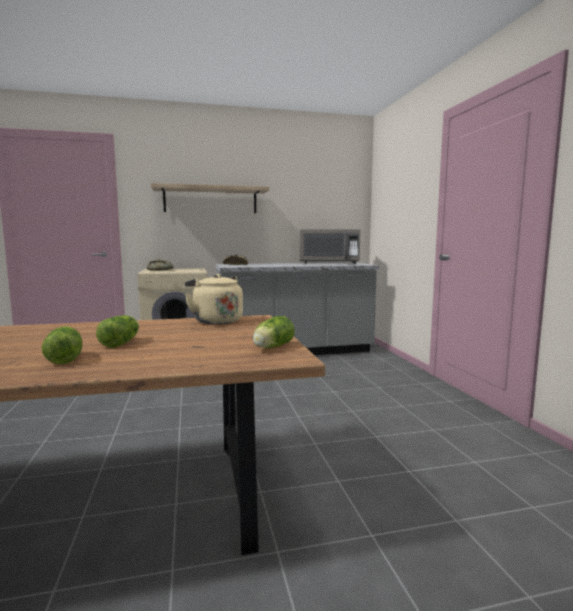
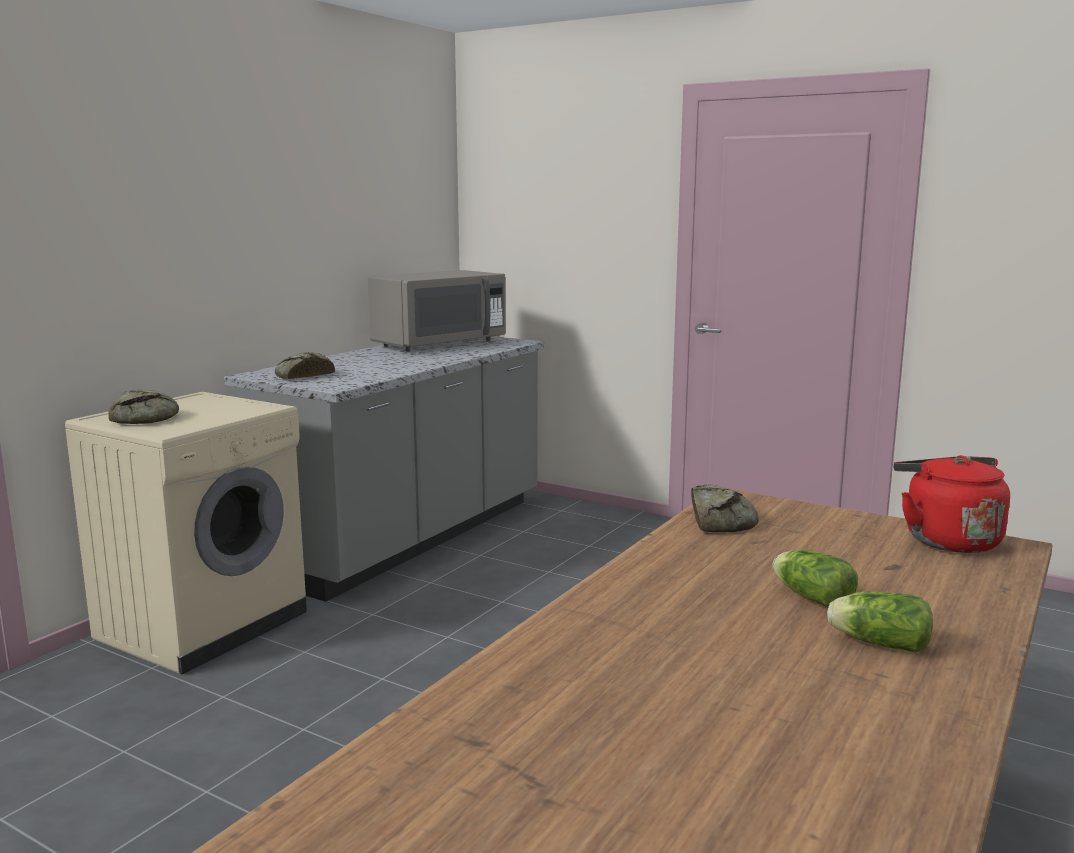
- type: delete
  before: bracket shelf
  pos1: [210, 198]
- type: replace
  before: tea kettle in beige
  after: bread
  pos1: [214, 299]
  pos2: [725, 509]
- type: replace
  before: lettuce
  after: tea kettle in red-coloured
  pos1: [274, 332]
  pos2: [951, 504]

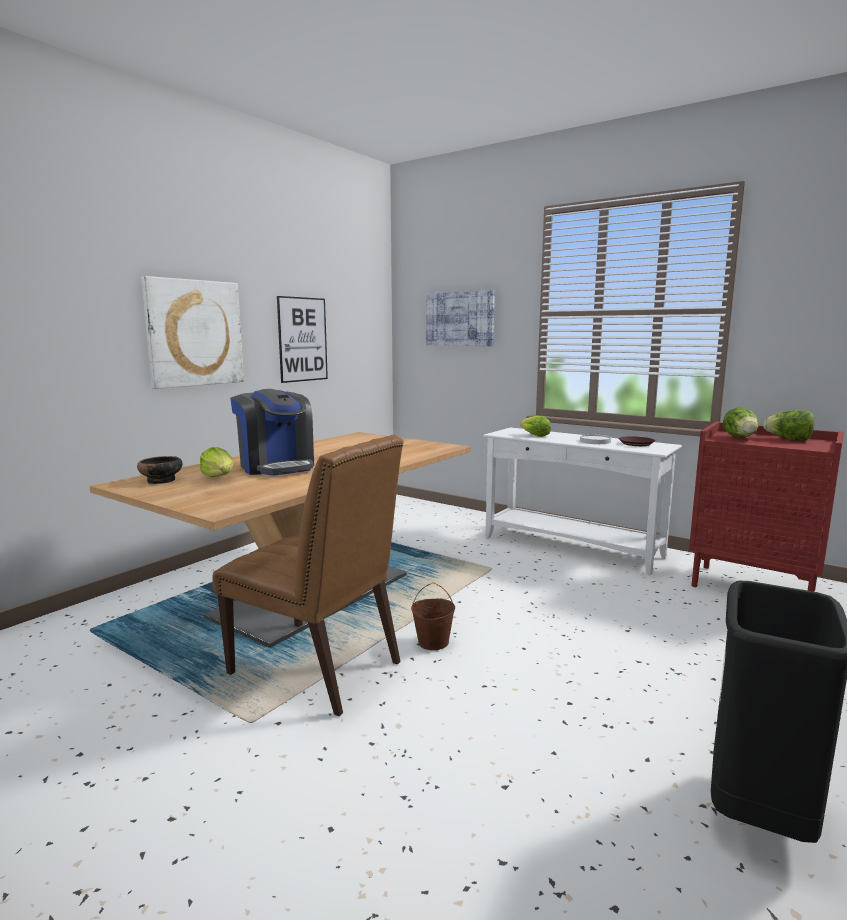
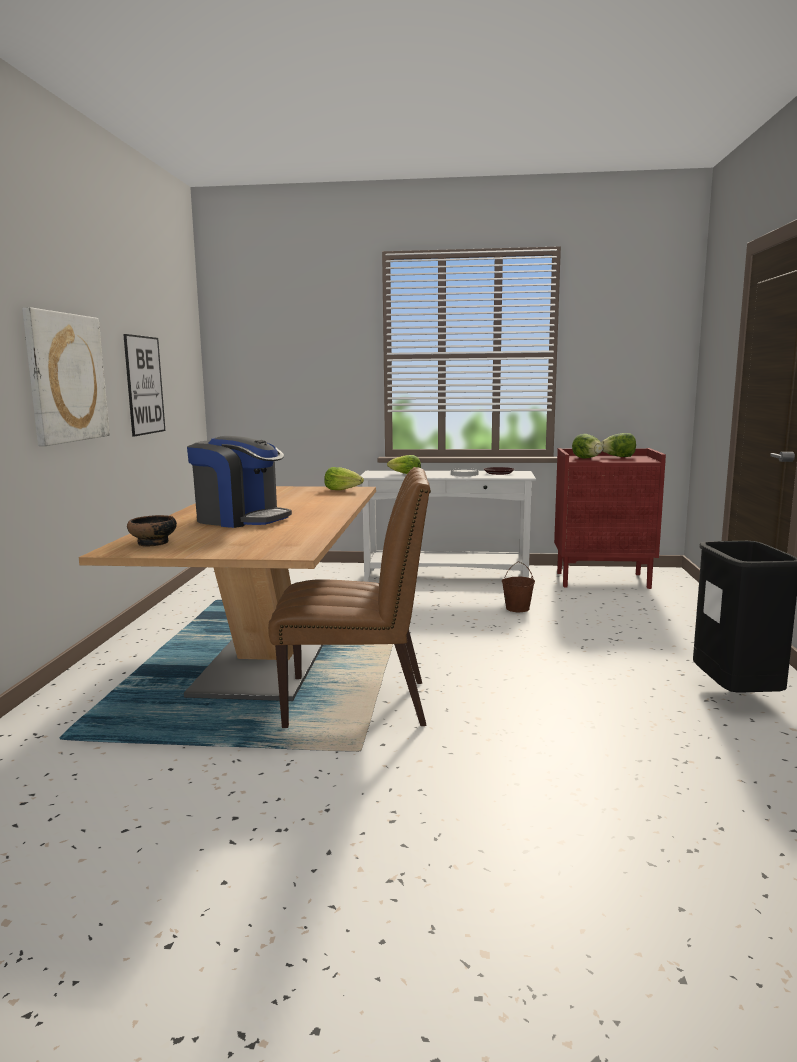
- type: delete
  before: picture
  pos1: [460, 318]
- type: move
  before: lettuce
  pos1: [217, 462]
  pos2: [344, 478]
- type: move
  before: bucket in brown-coloured
  pos1: [433, 616]
  pos2: [518, 586]

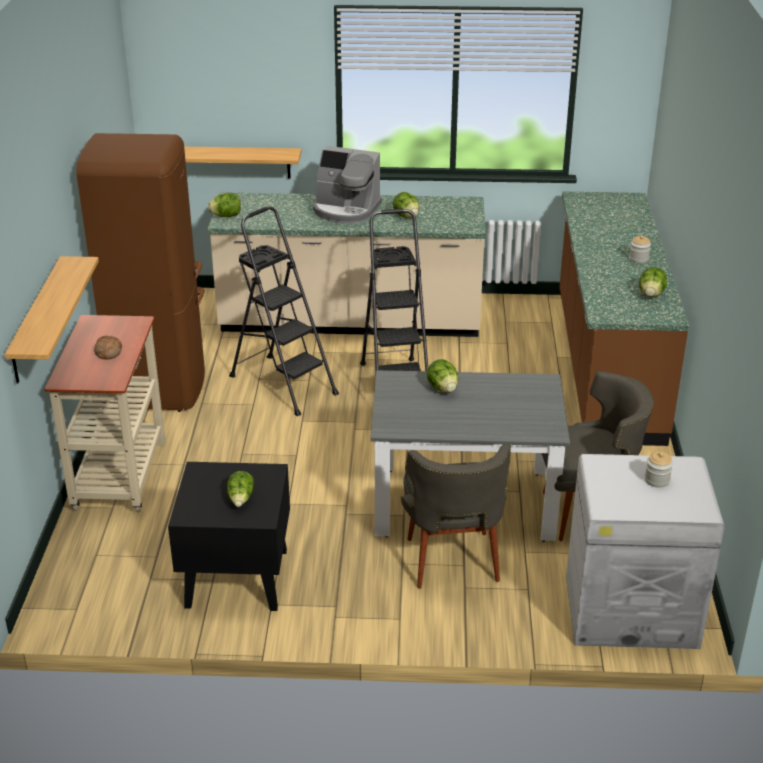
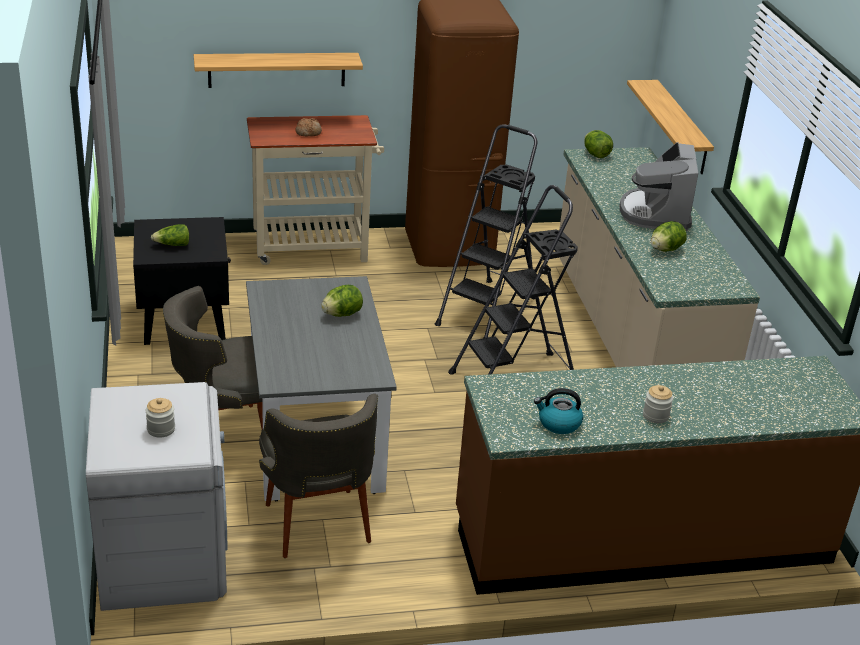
- type: replace
  before: lettuce
  after: tea kettle
  pos1: [653, 282]
  pos2: [558, 411]

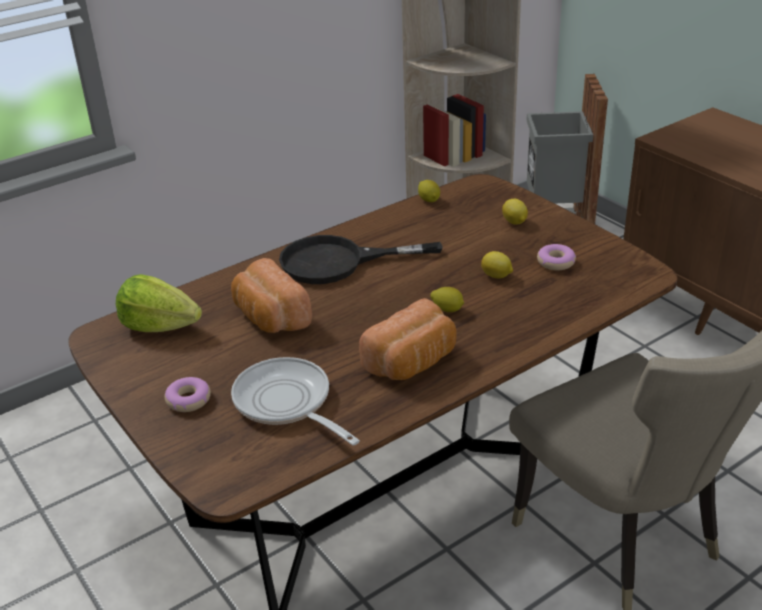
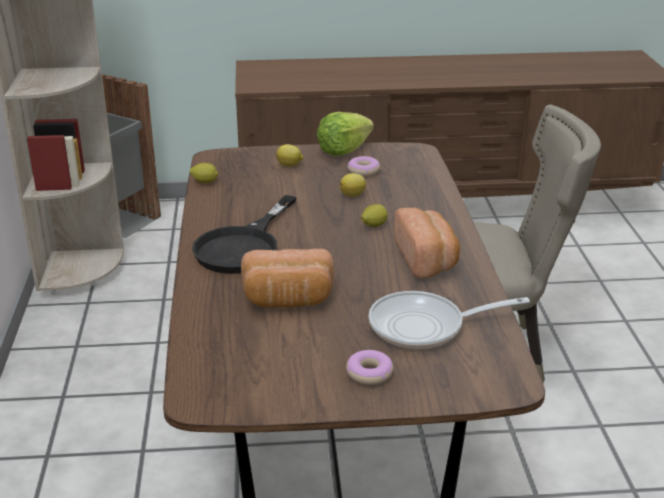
- type: move
  before: lettuce
  pos1: [159, 303]
  pos2: [345, 134]

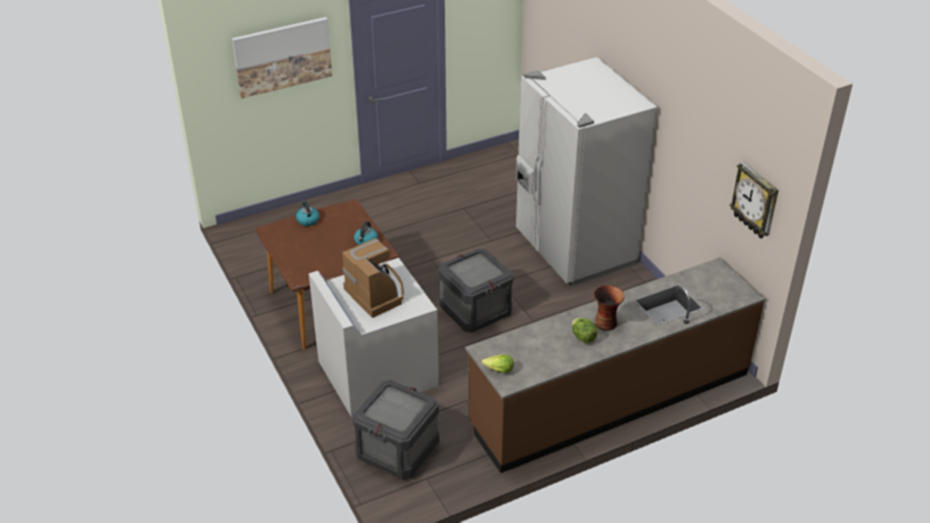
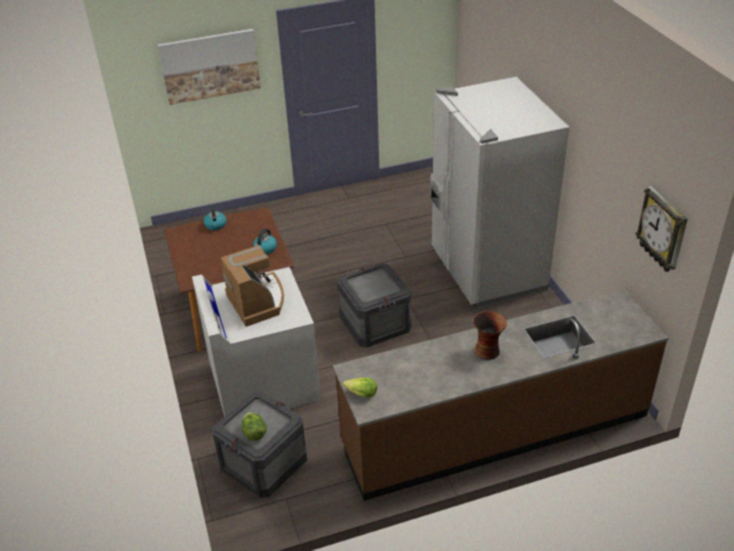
- type: move
  before: lettuce
  pos1: [585, 330]
  pos2: [254, 426]

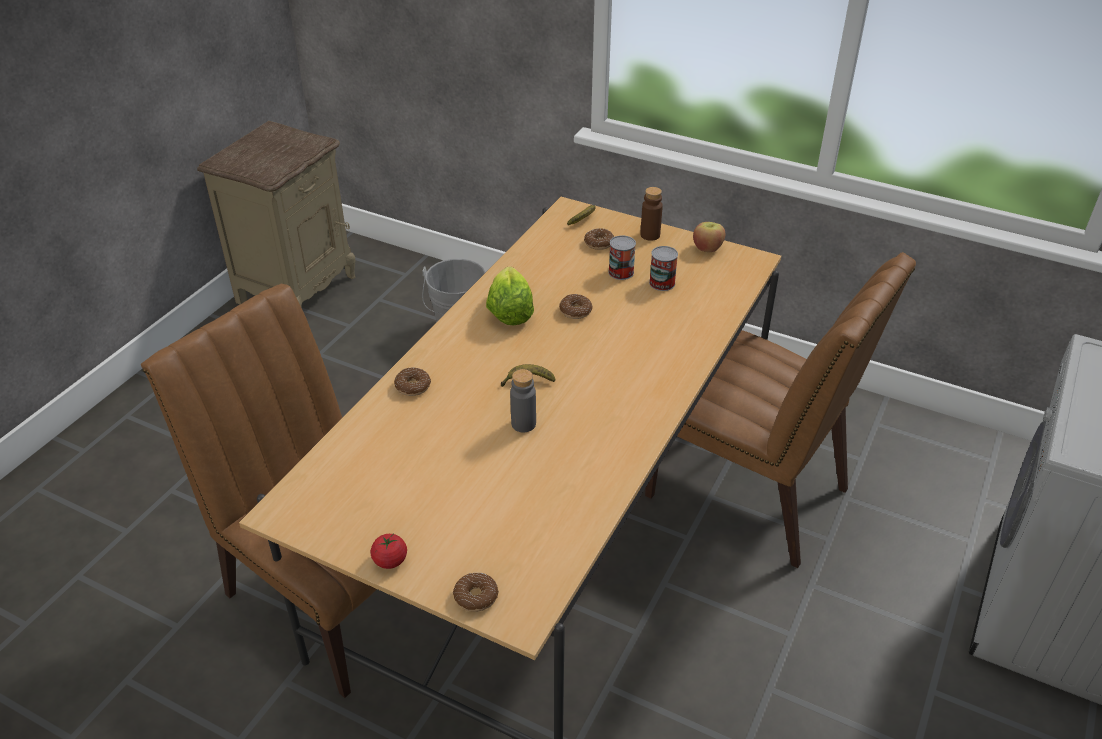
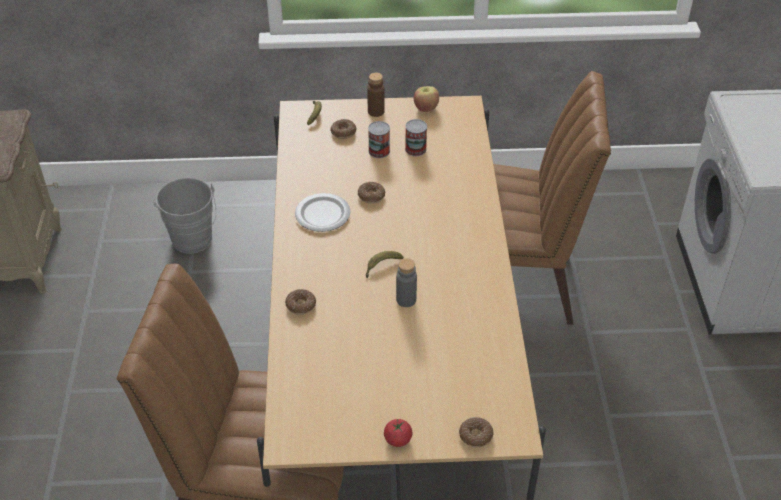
- type: replace
  before: lettuce
  after: flat dish
  pos1: [510, 296]
  pos2: [323, 212]

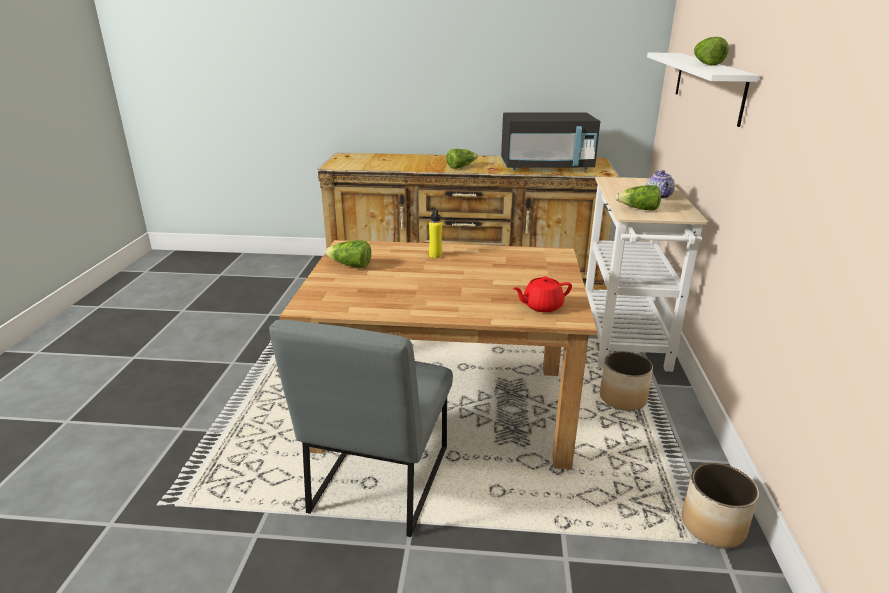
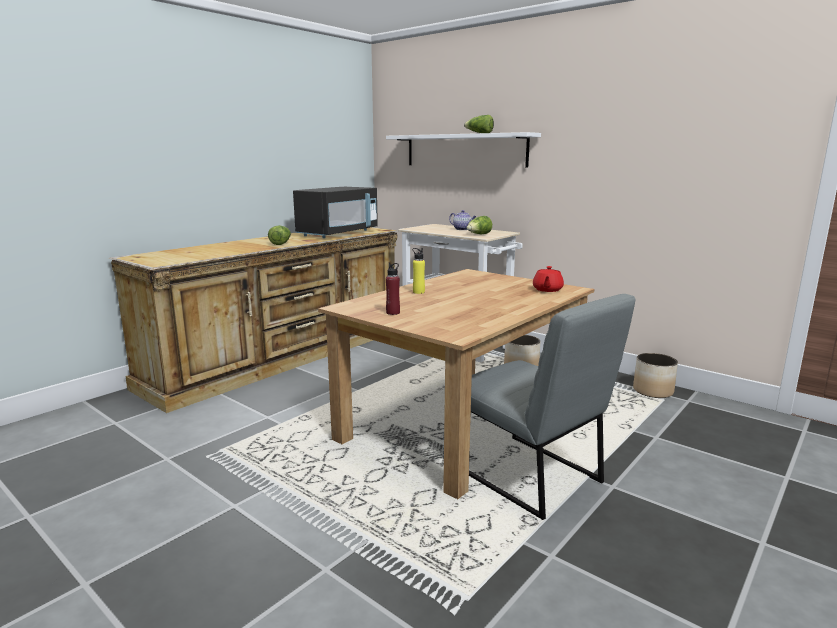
- type: replace
  before: lettuce
  after: drink bottle in red-coloured
  pos1: [348, 254]
  pos2: [393, 288]

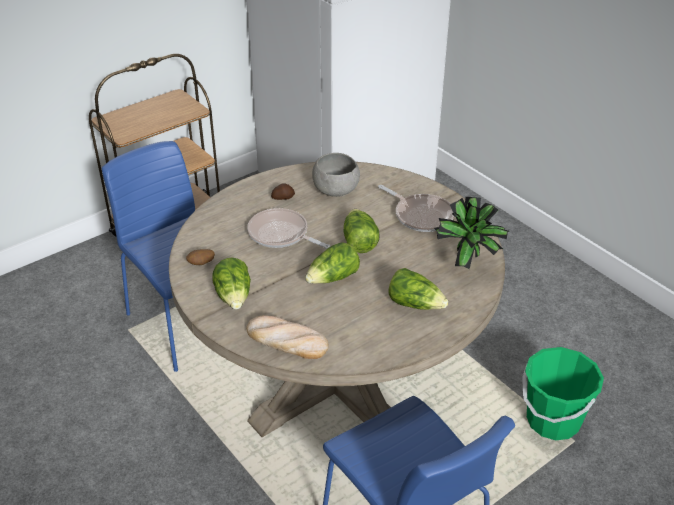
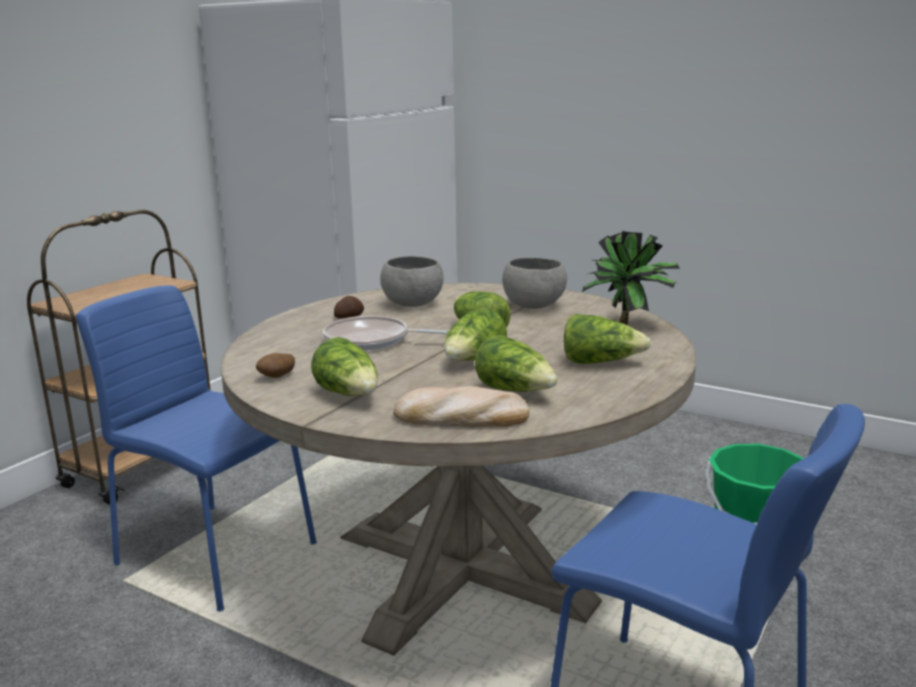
- type: insert
  after: lettuce
  pos2: [516, 363]
- type: replace
  before: pan
  after: deep dish in greyish
  pos1: [416, 208]
  pos2: [534, 283]

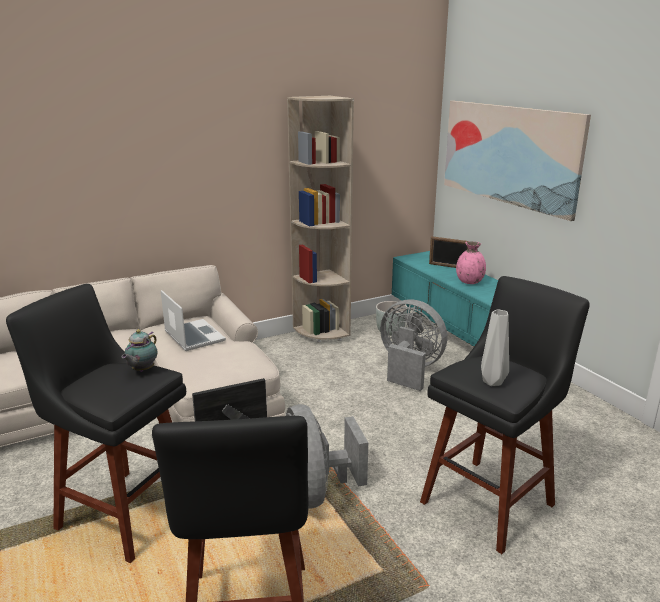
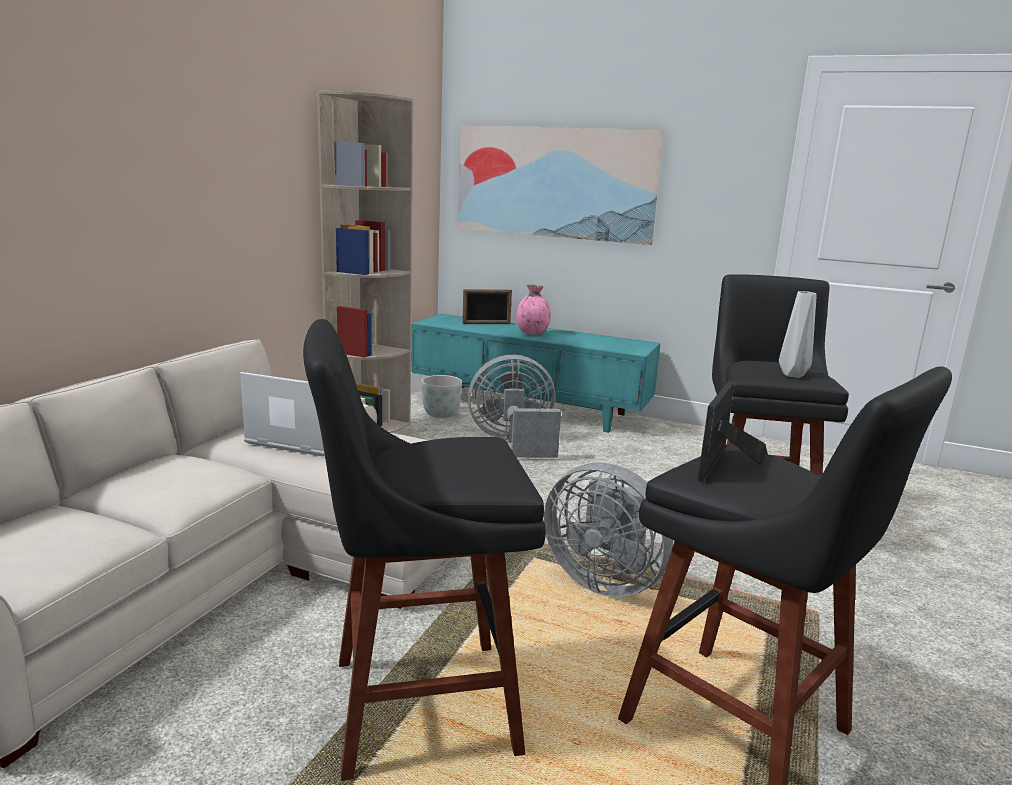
- type: delete
  before: teapot
  pos1: [139, 350]

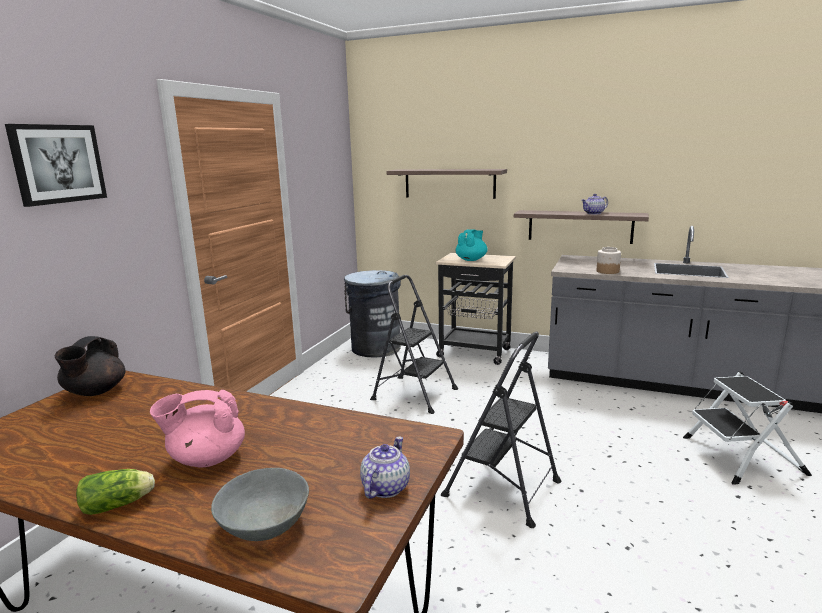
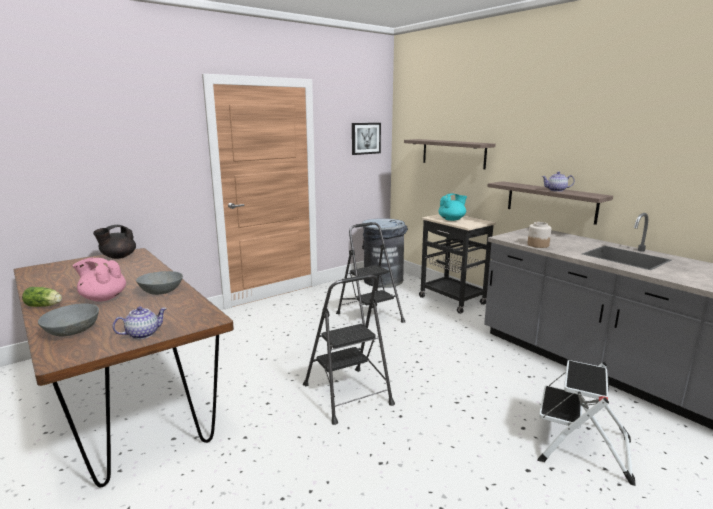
- type: insert
  after: deep dish in greyish
  pos2: [159, 283]
- type: move
  before: picture
  pos1: [56, 165]
  pos2: [366, 139]

